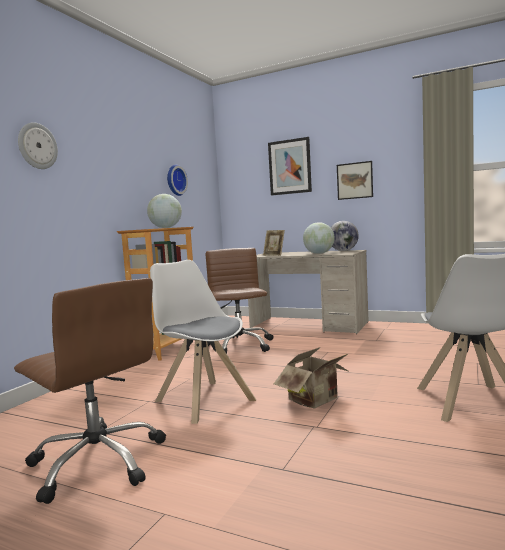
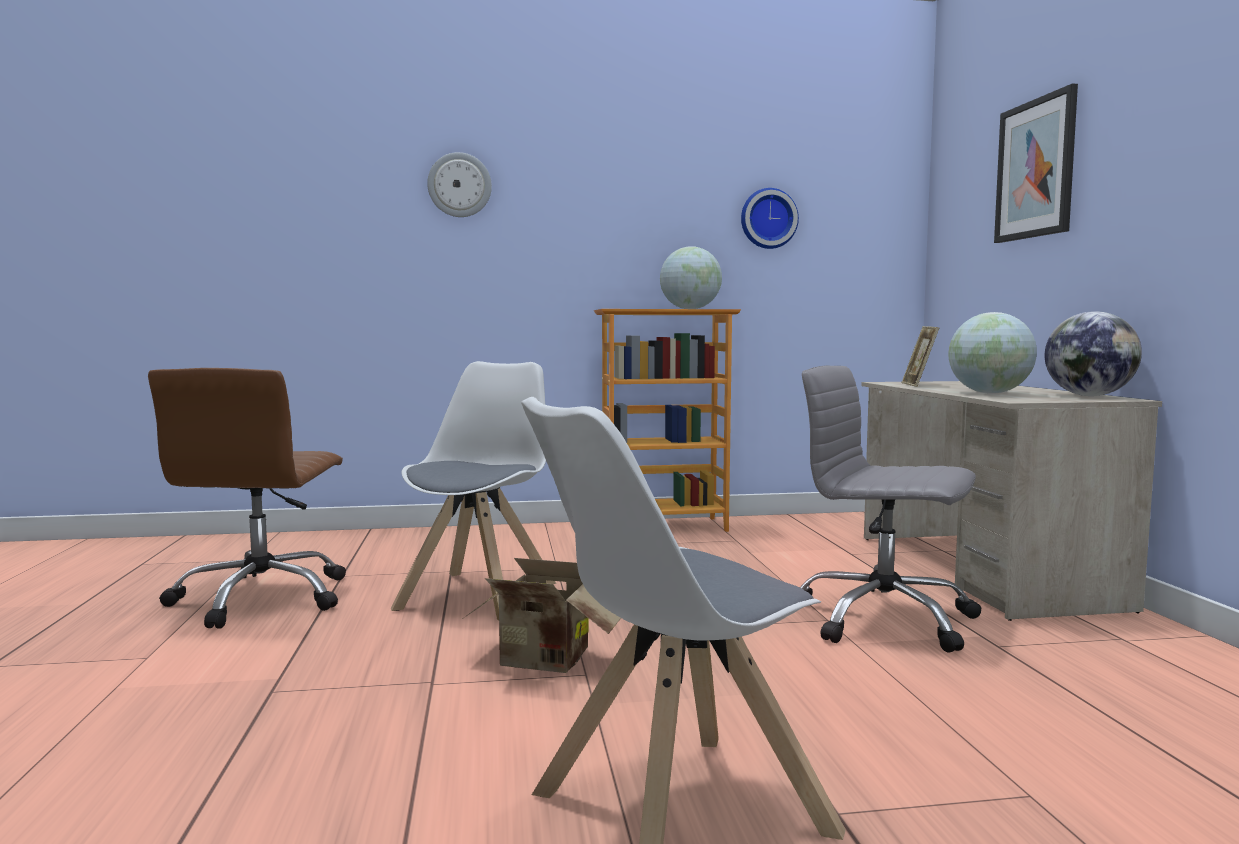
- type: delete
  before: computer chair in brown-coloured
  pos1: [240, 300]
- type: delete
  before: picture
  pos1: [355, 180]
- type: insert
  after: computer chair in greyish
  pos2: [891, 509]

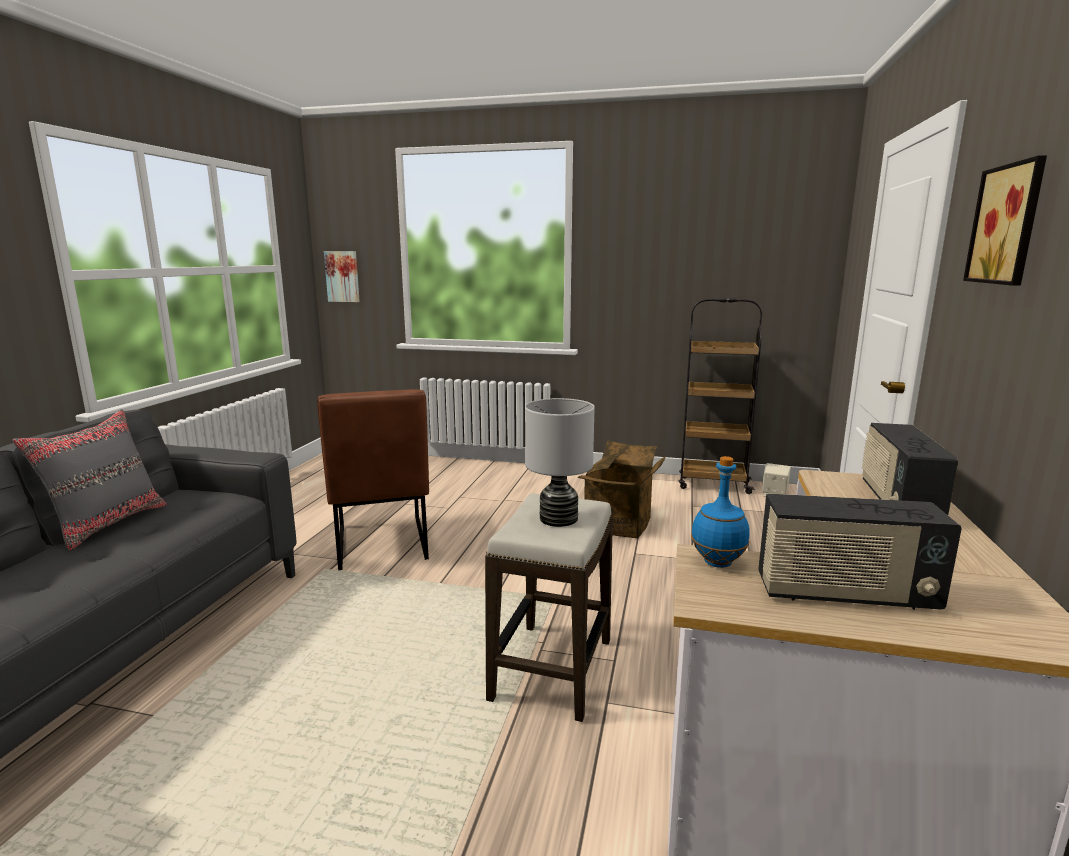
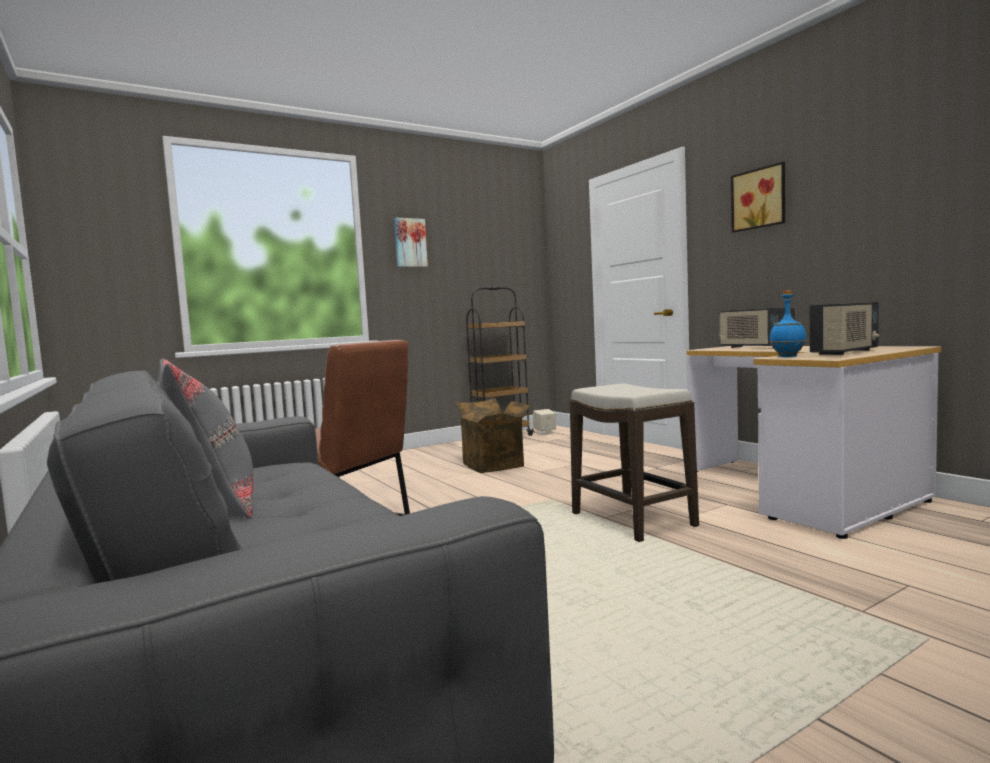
- type: delete
  before: tabletop lamp in greyish
  pos1: [560, 462]
- type: move
  before: picture
  pos1: [342, 276]
  pos2: [411, 242]

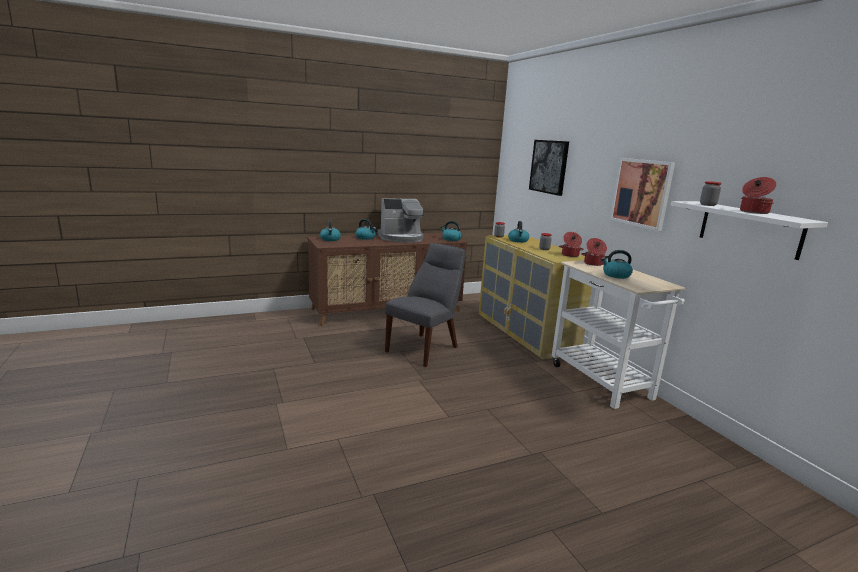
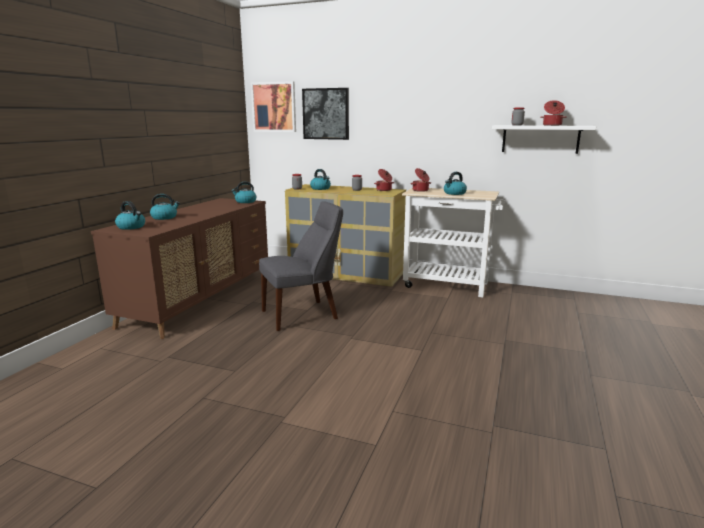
- type: delete
  before: coffee maker
  pos1: [400, 220]
- type: move
  before: picture
  pos1: [642, 194]
  pos2: [273, 106]
- type: rotate
  before: upright chair in greyish
  pos1: [425, 305]
  pos2: [301, 266]
  turn: 75

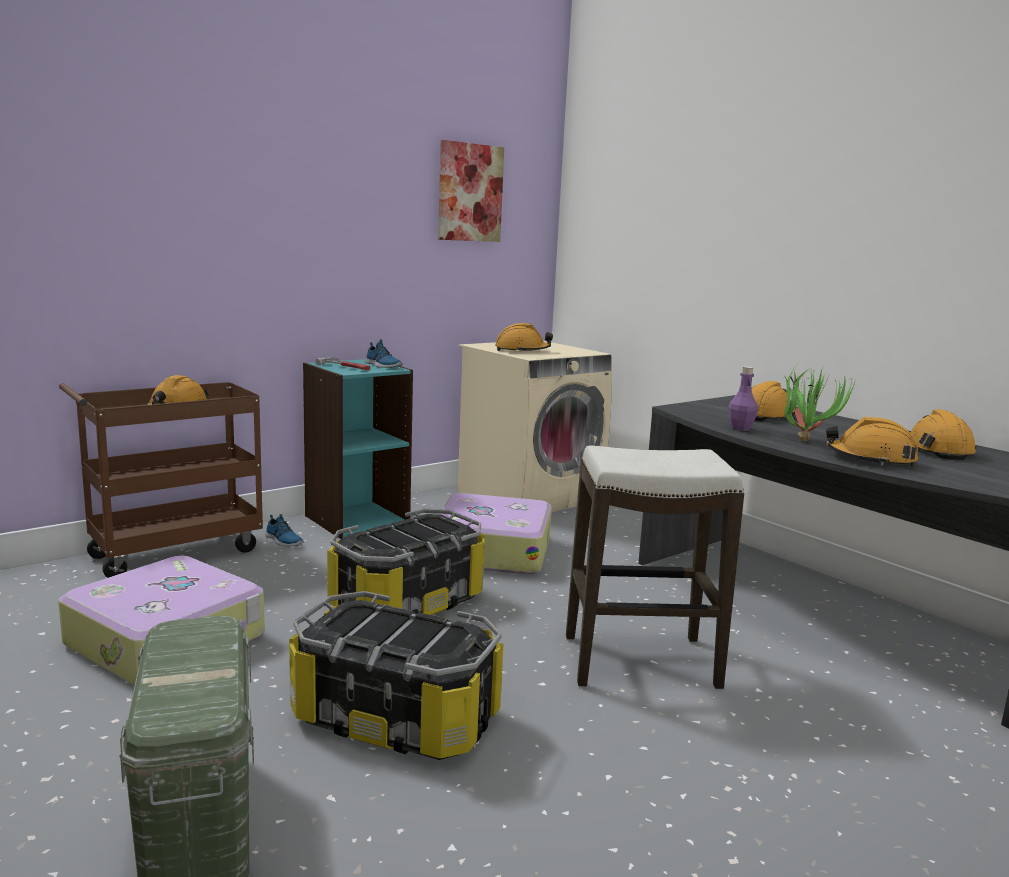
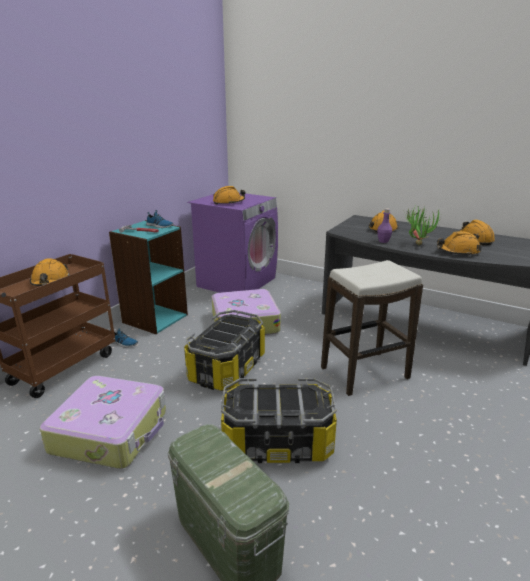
- type: delete
  before: picture
  pos1: [471, 191]
- type: recolor
  before: laundry appliance in beige
  after: laundry appliance in purplish
  pos1: [535, 426]
  pos2: [232, 243]

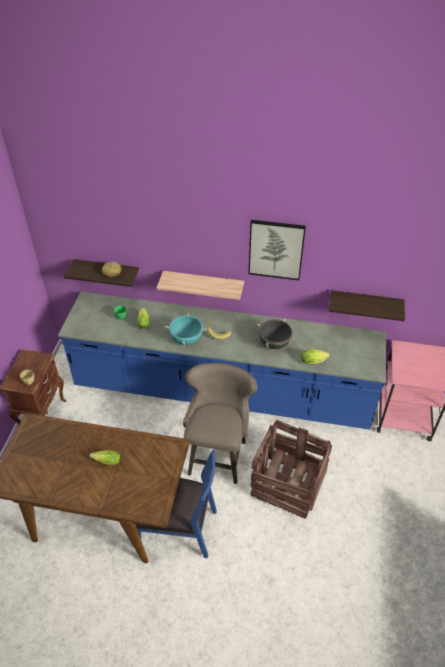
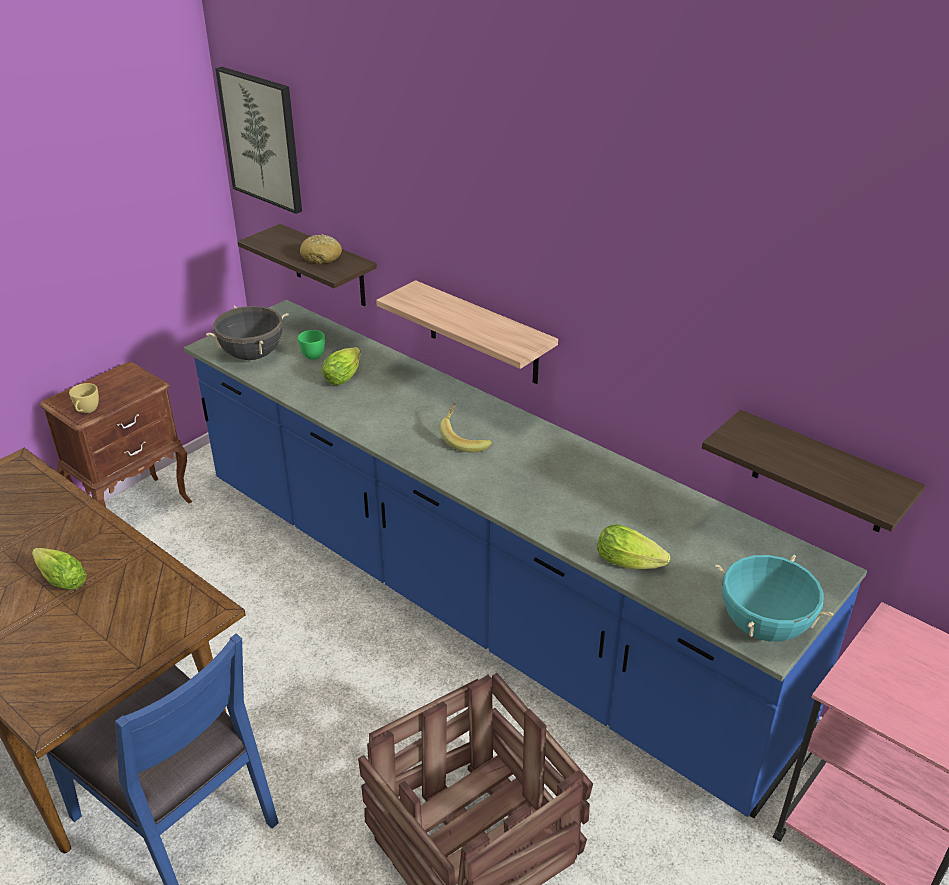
- type: delete
  before: stool seat in beige
  pos1: [220, 423]
- type: move
  before: cooking pot in turquoise-coloured
  pos1: [186, 329]
  pos2: [774, 598]
- type: move
  before: picture
  pos1: [277, 250]
  pos2: [258, 140]
- type: move
  before: cooking pot in black-coloured
  pos1: [276, 334]
  pos2: [247, 332]

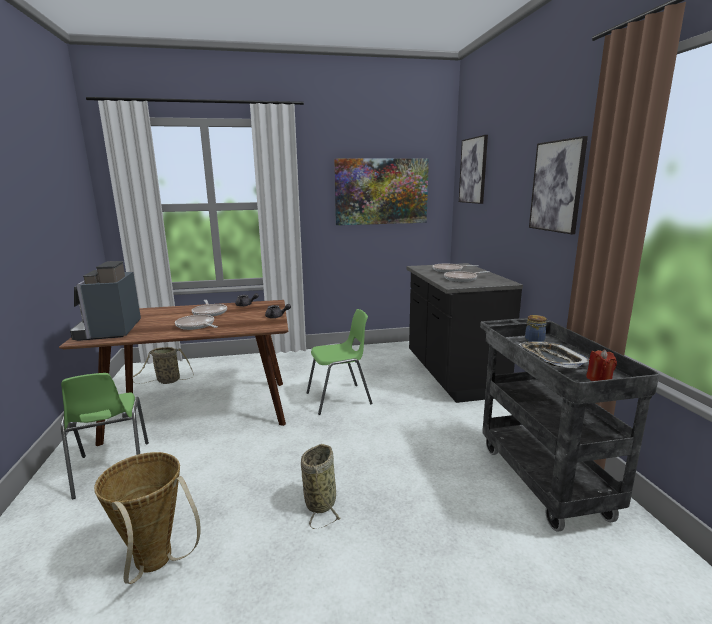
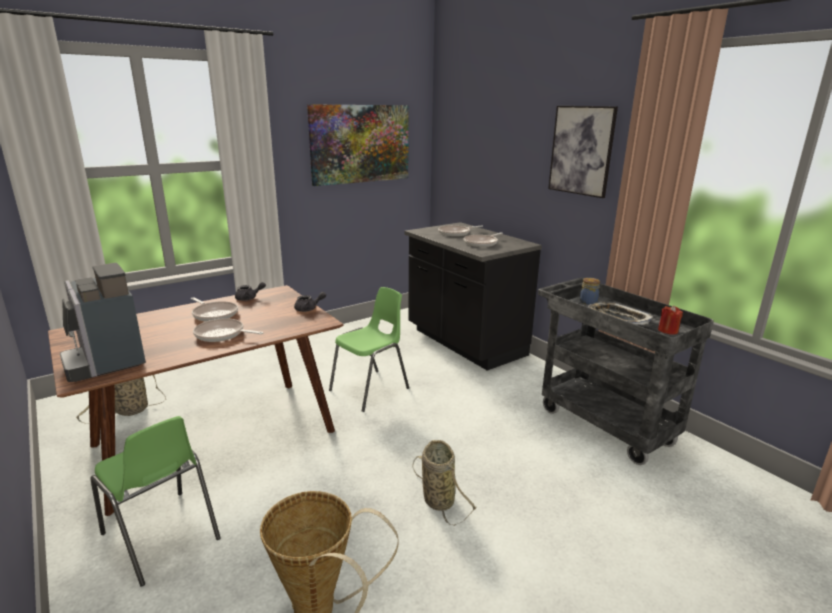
- type: delete
  before: picture
  pos1: [473, 169]

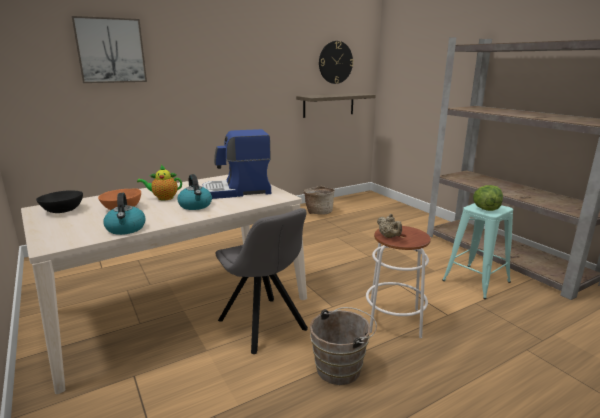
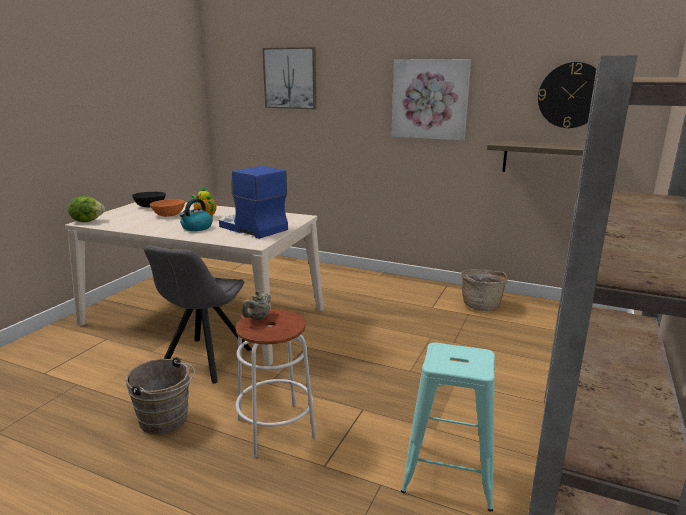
- type: delete
  before: tea kettle
  pos1: [124, 214]
- type: insert
  after: picture
  pos2: [431, 100]
- type: move
  before: lettuce
  pos1: [488, 198]
  pos2: [86, 209]

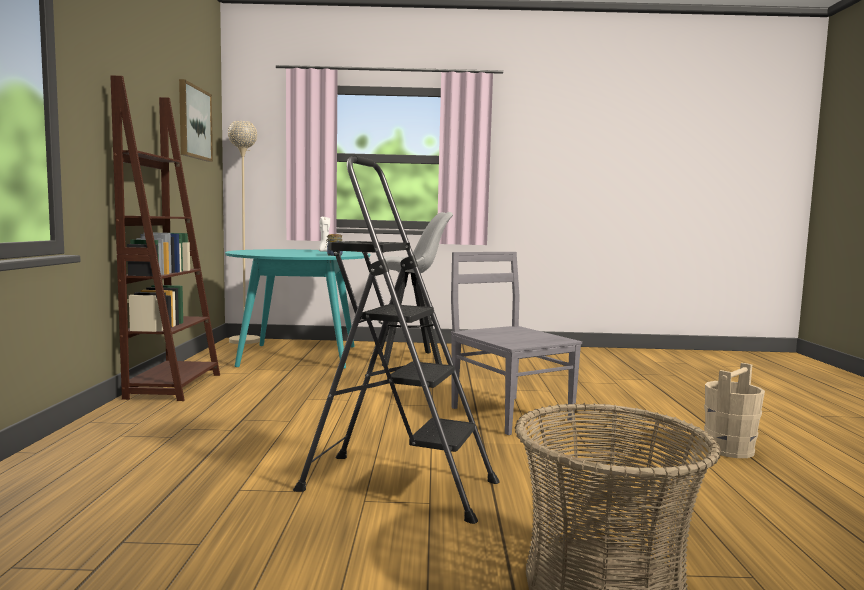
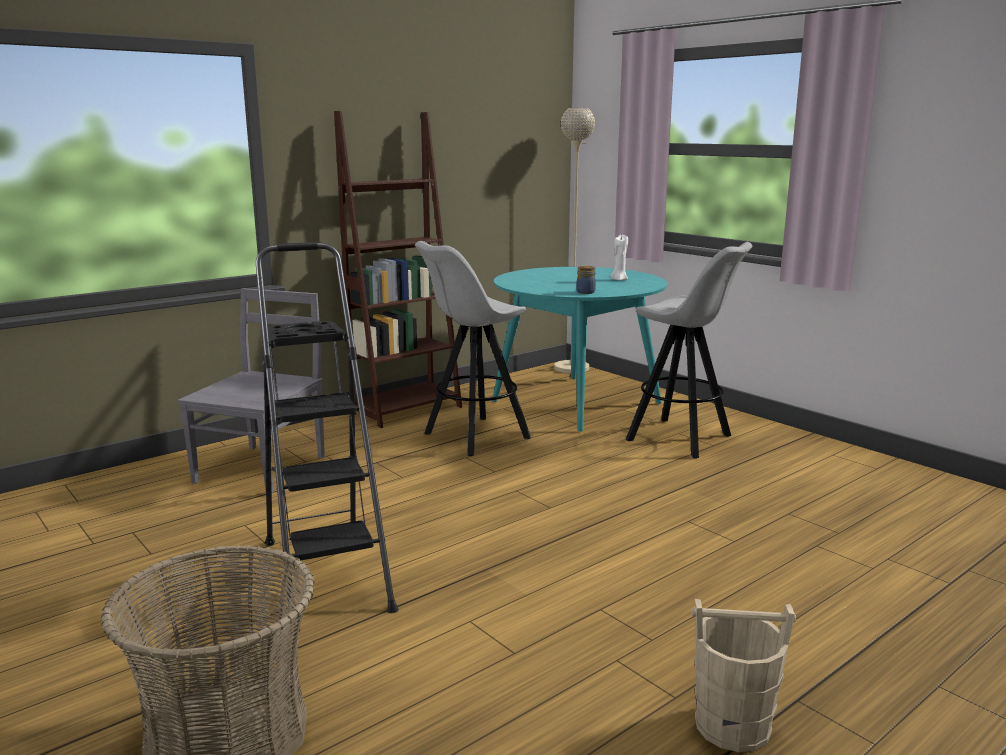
- type: delete
  before: picture
  pos1: [196, 120]
- type: insert
  after: stool seat in greyish
  pos2: [473, 348]
- type: move
  before: upright chair in greyish
  pos1: [516, 343]
  pos2: [251, 391]

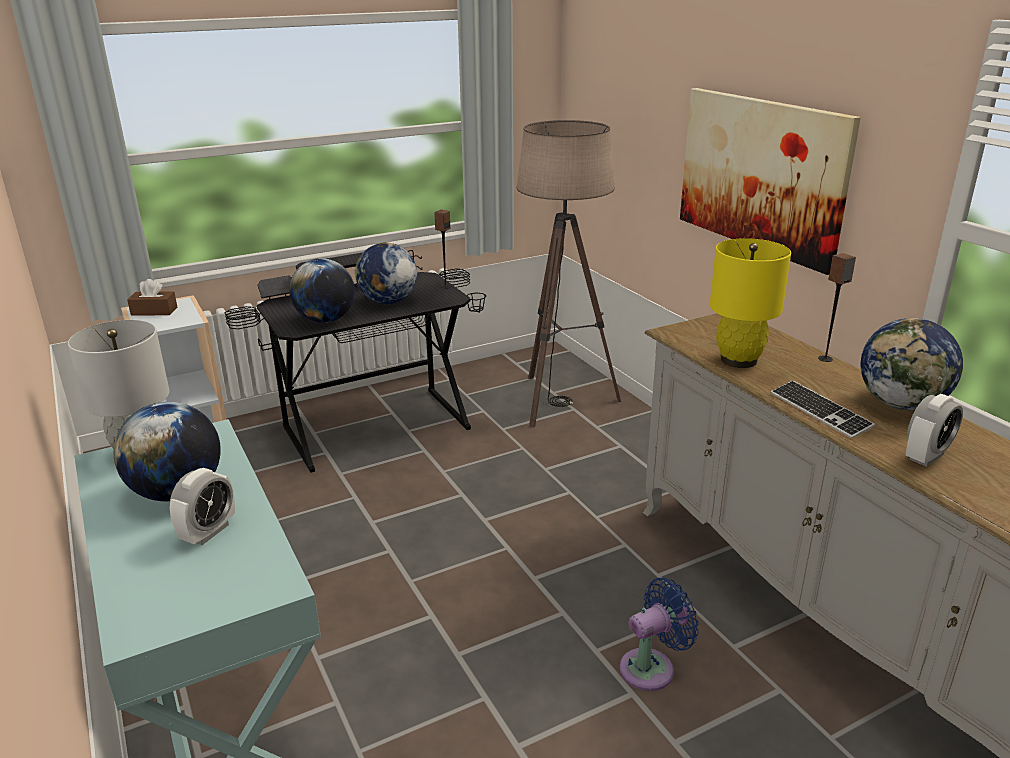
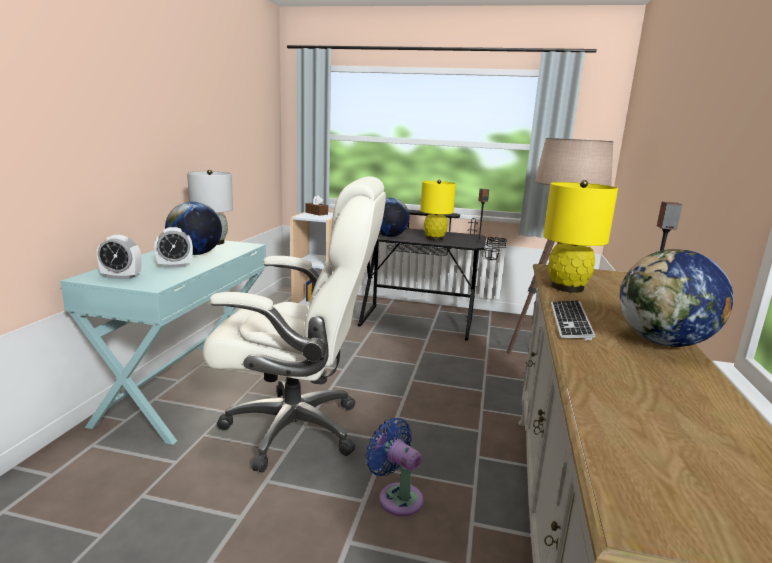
- type: delete
  before: picture
  pos1: [770, 181]
- type: insert
  after: computer chair in white
  pos2: [294, 324]
- type: move
  before: table clock
  pos1: [934, 430]
  pos2: [119, 257]
- type: replace
  before: world globe
  after: tabletop lamp in yellowish
  pos1: [386, 273]
  pos2: [438, 210]
- type: rotate
  before: fan in blue
  pos1: [659, 634]
  pos2: [394, 467]
  turn: -150

